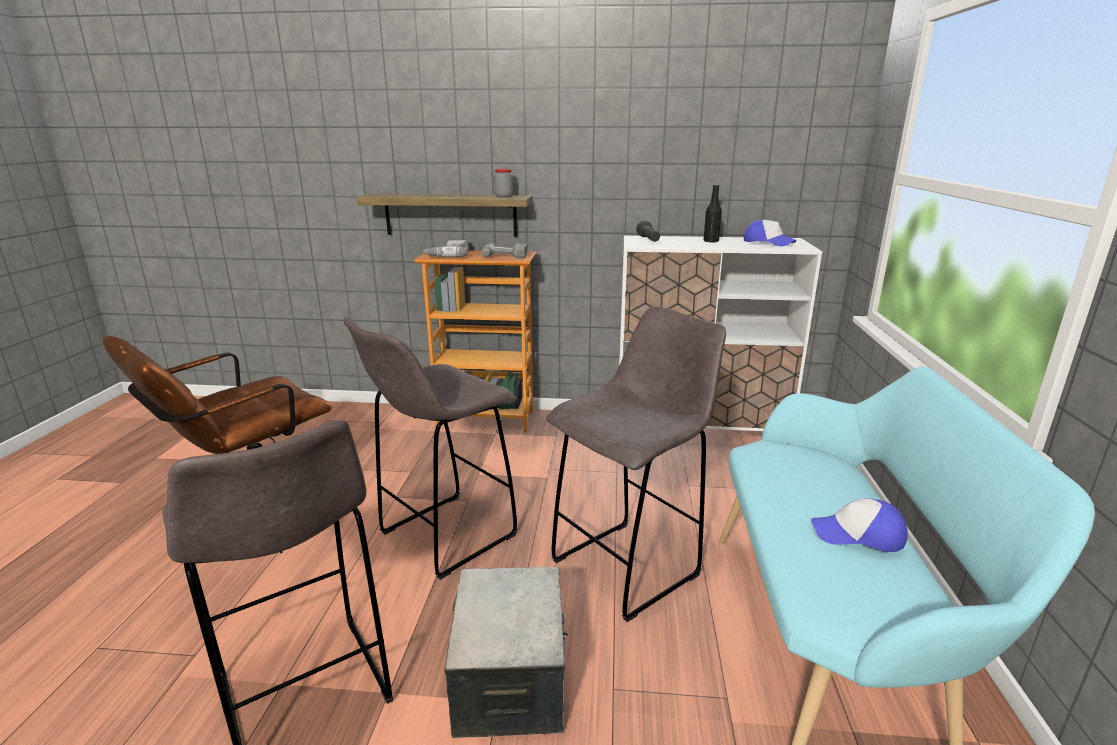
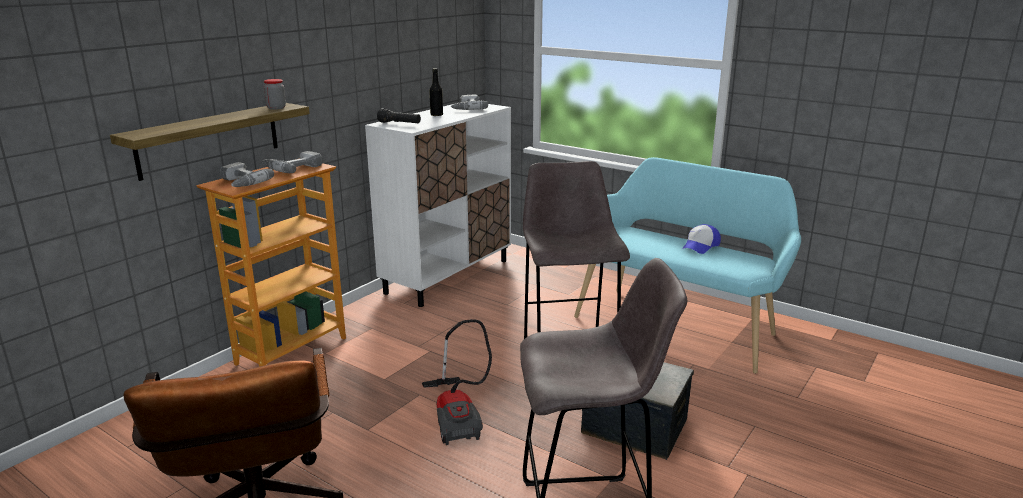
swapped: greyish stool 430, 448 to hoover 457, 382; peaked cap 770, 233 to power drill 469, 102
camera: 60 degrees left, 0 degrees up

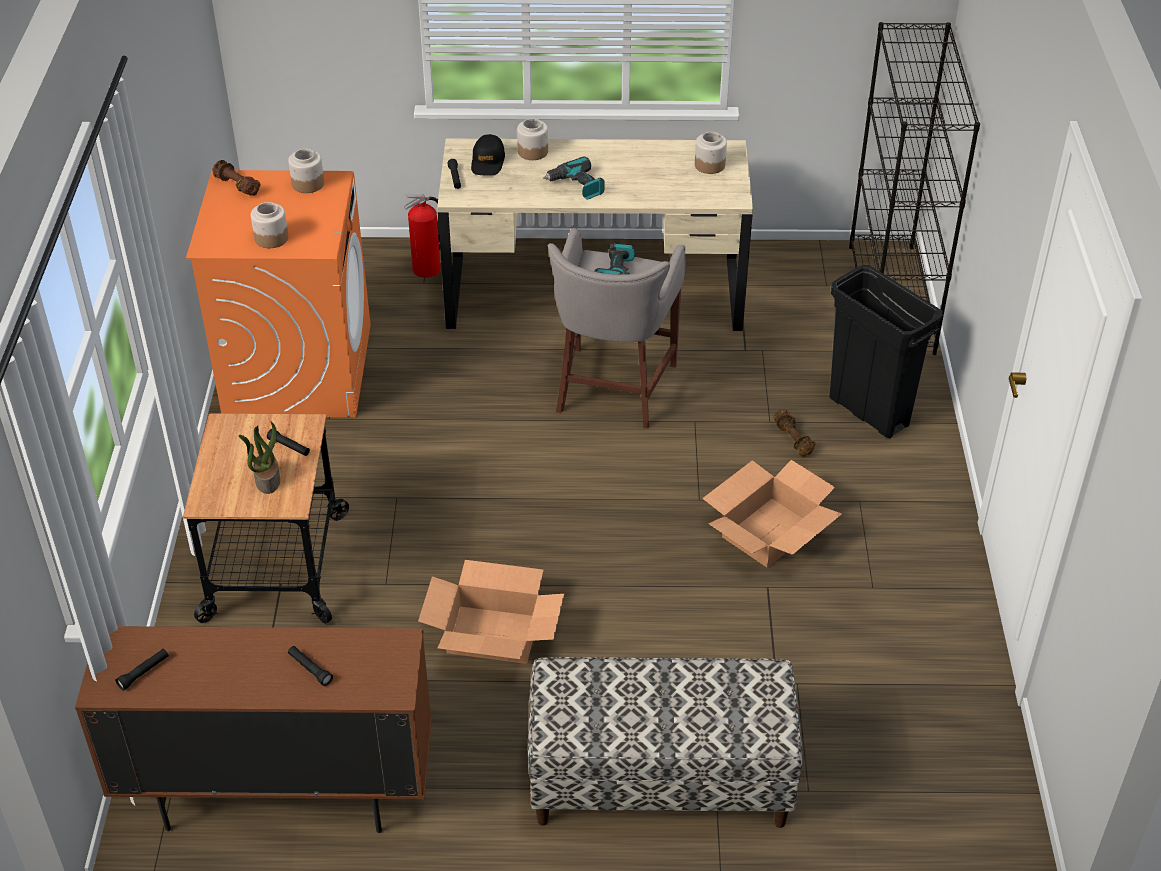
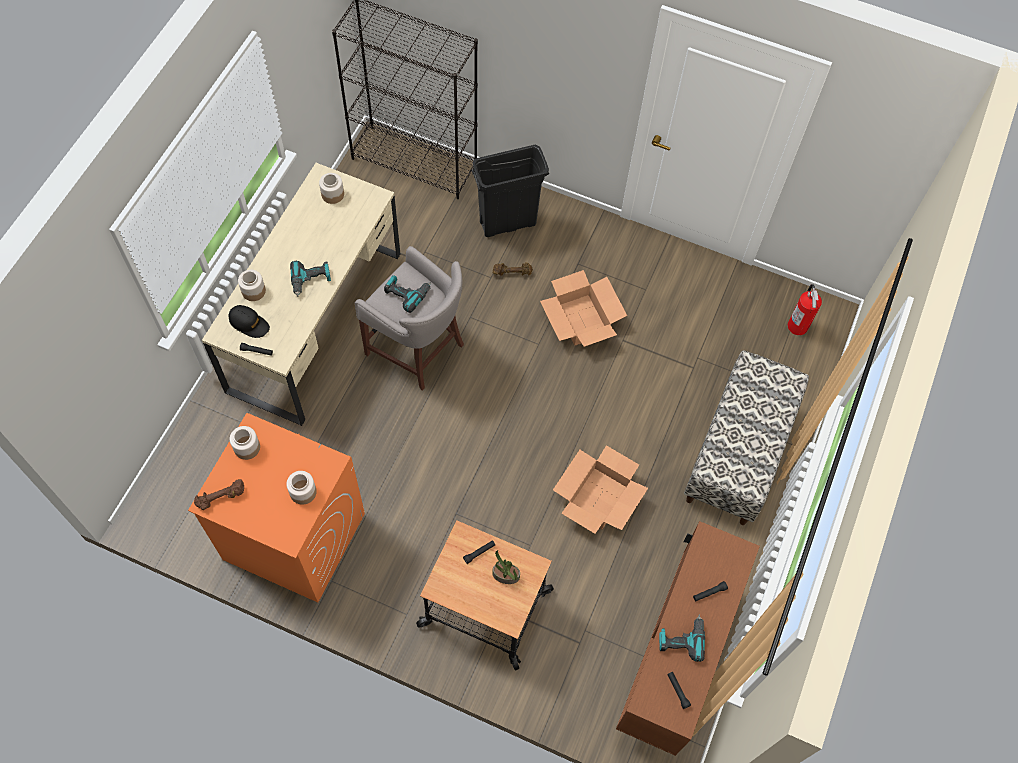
new: power drill 682, 638
shifted: extinguisher 422, 236 to 805, 309
camera: 70 degrees left, 20 degrees up

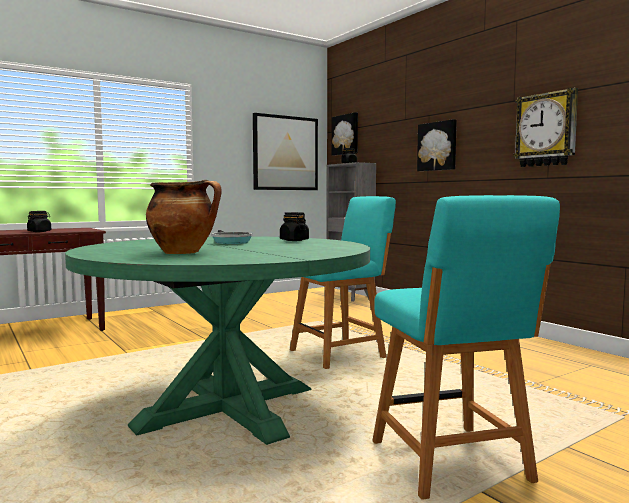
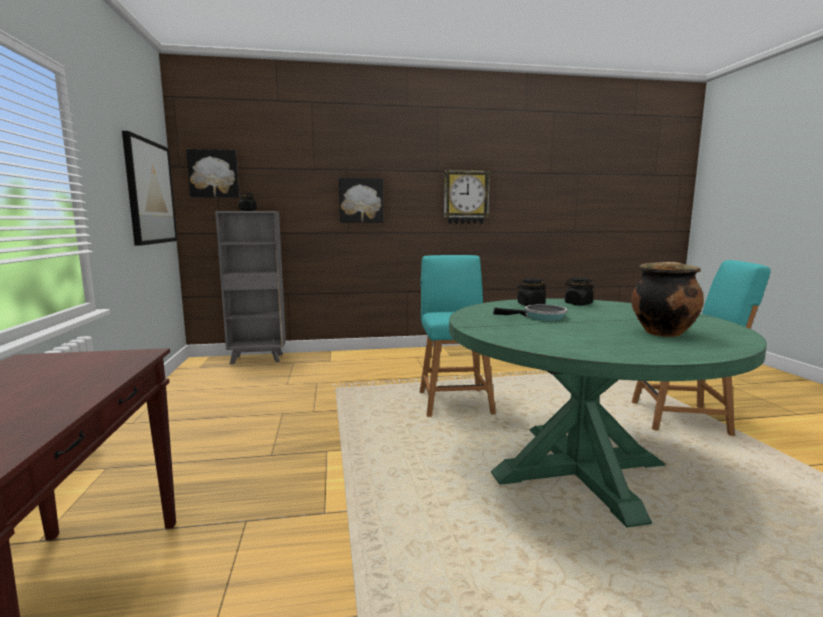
shifted: blackish jar 39, 221 to 579, 291
camera: 65 degrees left, 5 degrees up

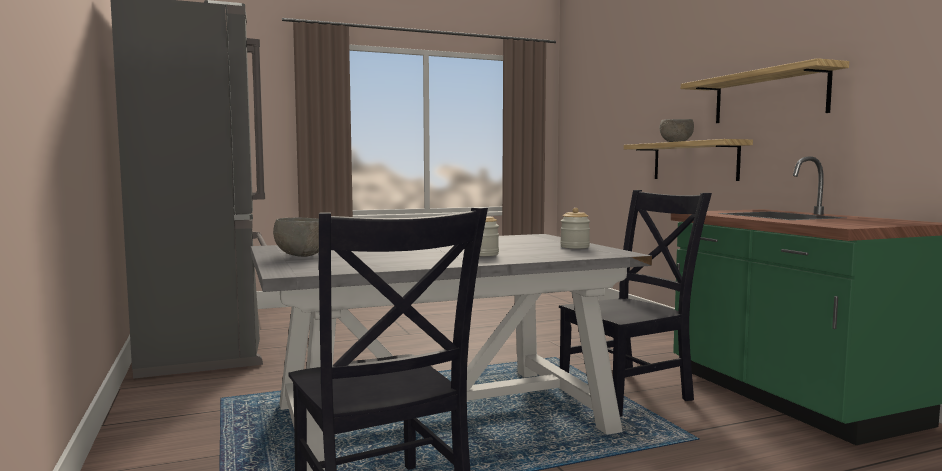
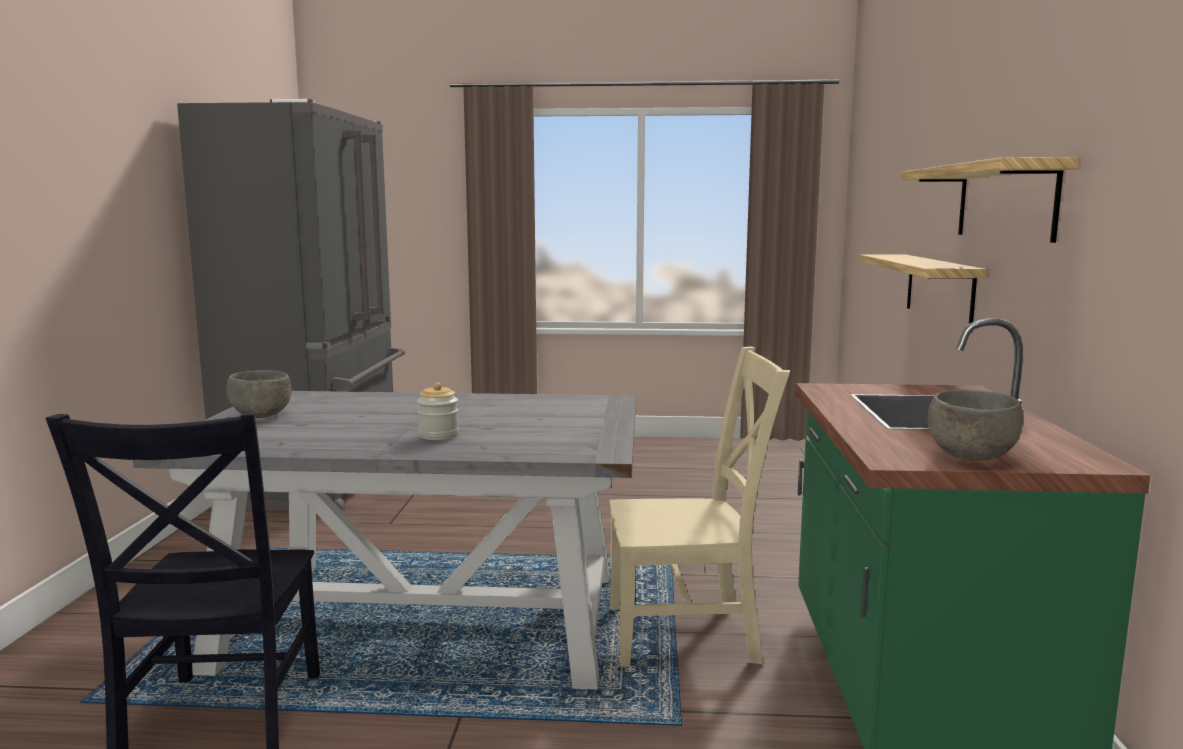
gone: jar 575, 228
shifted: greyish bowl 677, 130 to 975, 425
repainted: blackish upright chair 635, 303 to sand-coloured upright chair 700, 506
camera: 25 degrees right, 5 degrees up

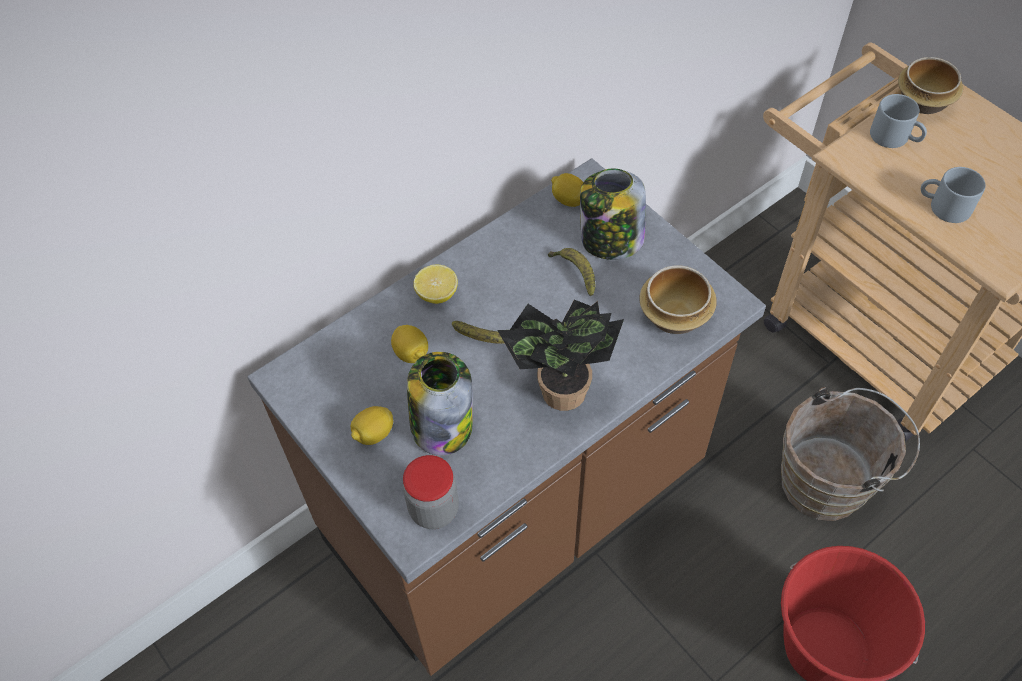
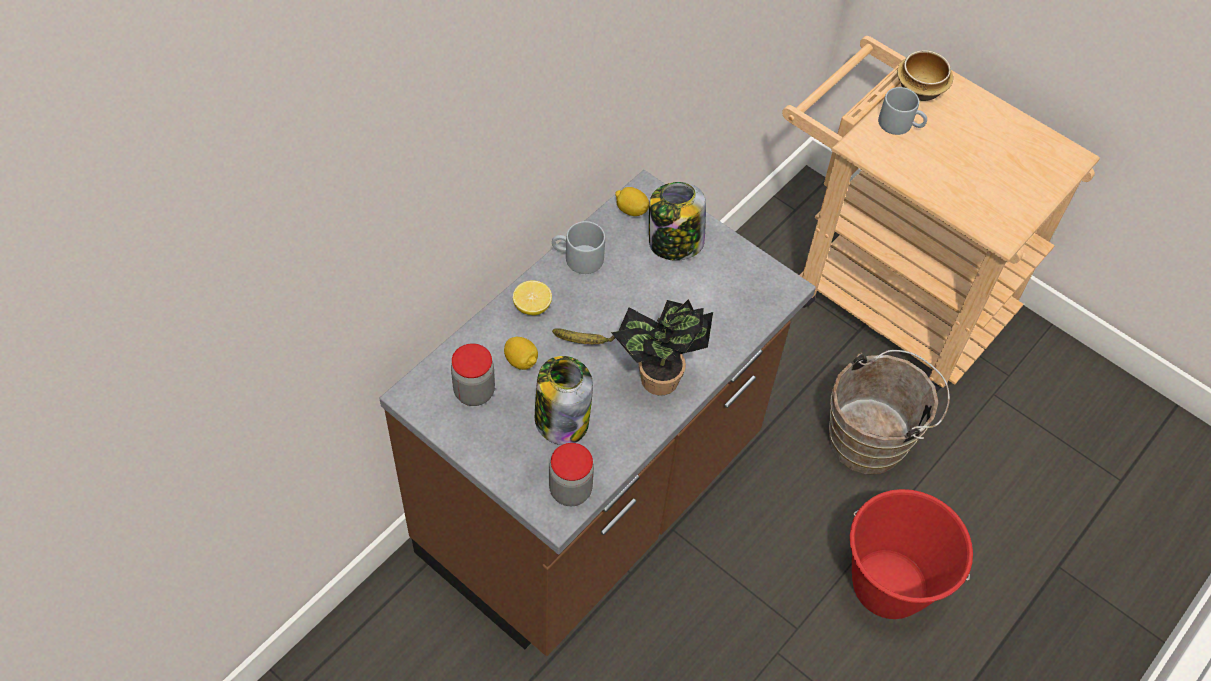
gone: whole lemon 372, 425; whole banana 571, 272; bowl 678, 299
new: jar 473, 374
shifted: greyish tea mug 953, 195 to 578, 247
camera: 15 degrees left, 0 degrees up

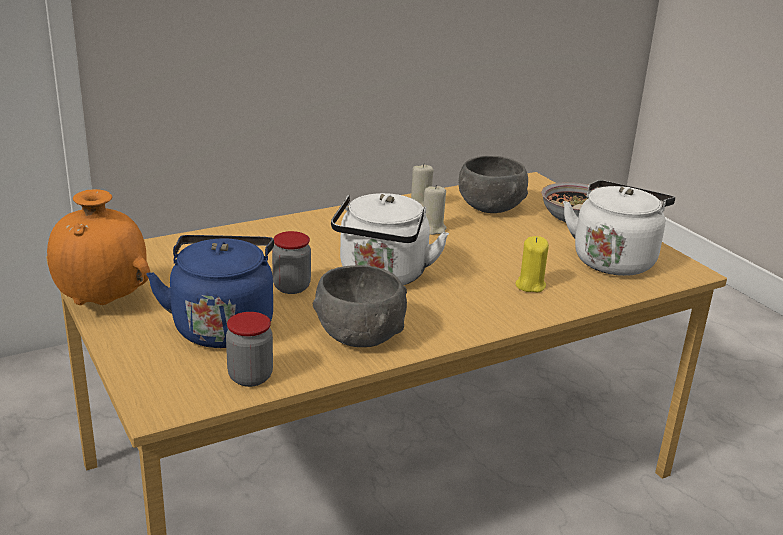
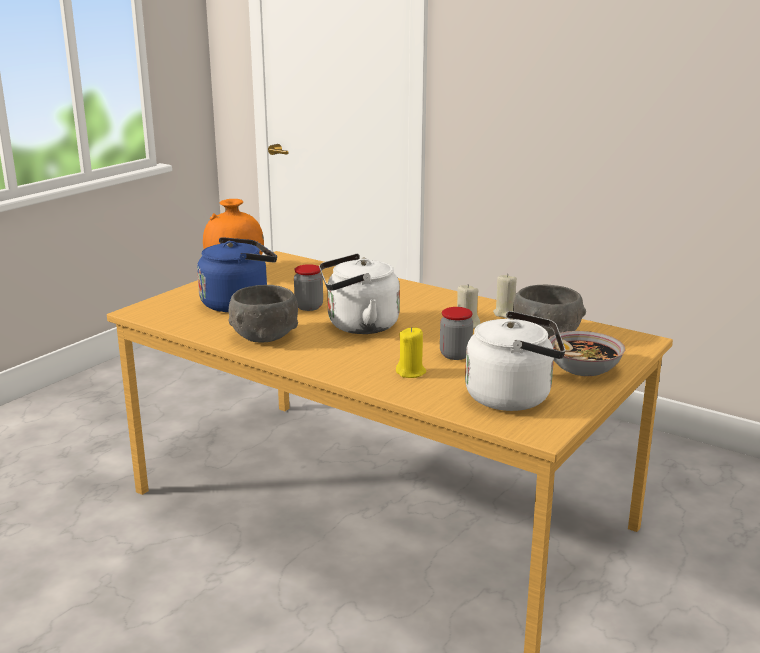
shifted: jar 249, 349 to 456, 333
camera: 65 degrees right, 5 degrees down

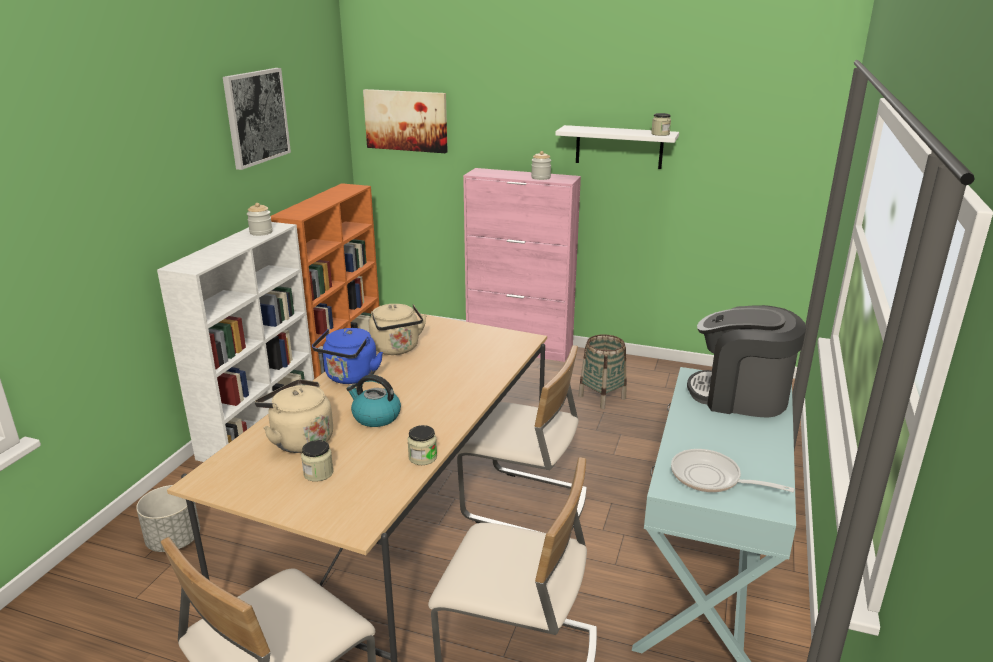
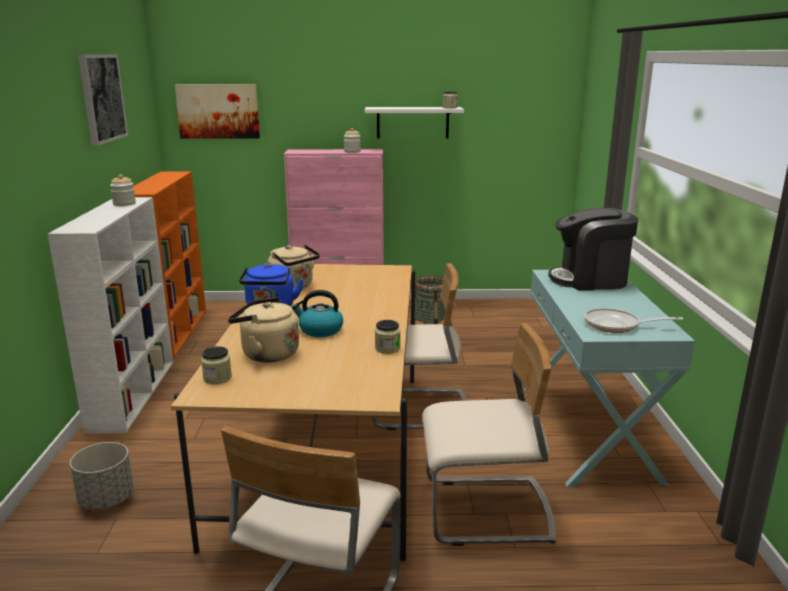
shifted: jar 317, 461 to 216, 365
camera: 20 degrees left, 5 degrees down

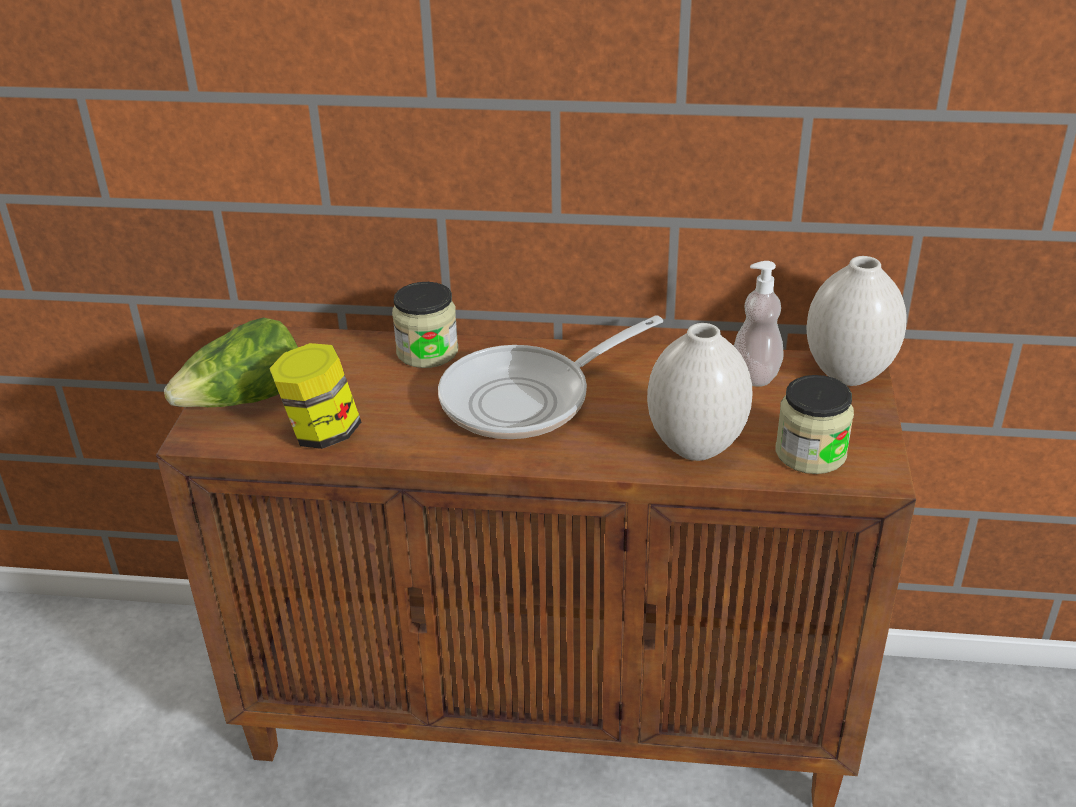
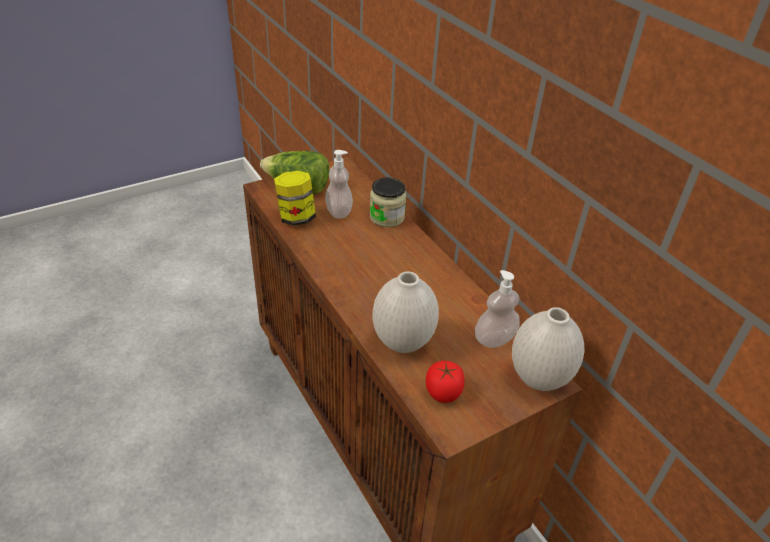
gone: skillet 550, 377
new: soap dispenser 339, 184
swapped: jar 815, 424 to tomato 445, 382
camera: 50 degrees right, 5 degrees up

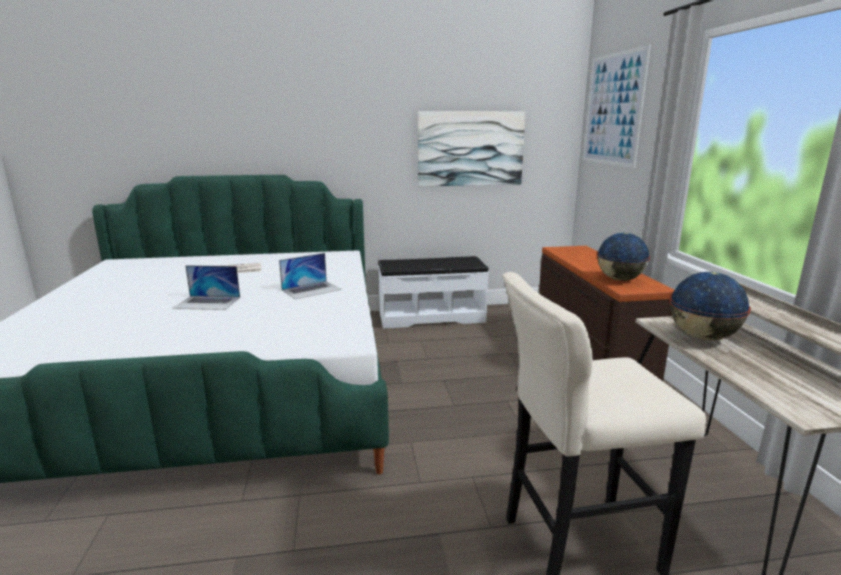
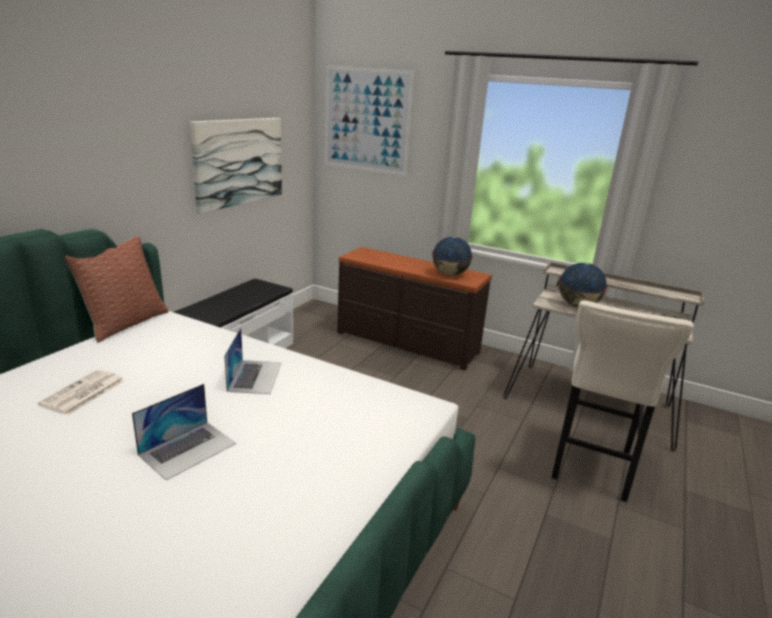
new: cushion 117, 289
camera: 55 degrees left, 5 degrees up

